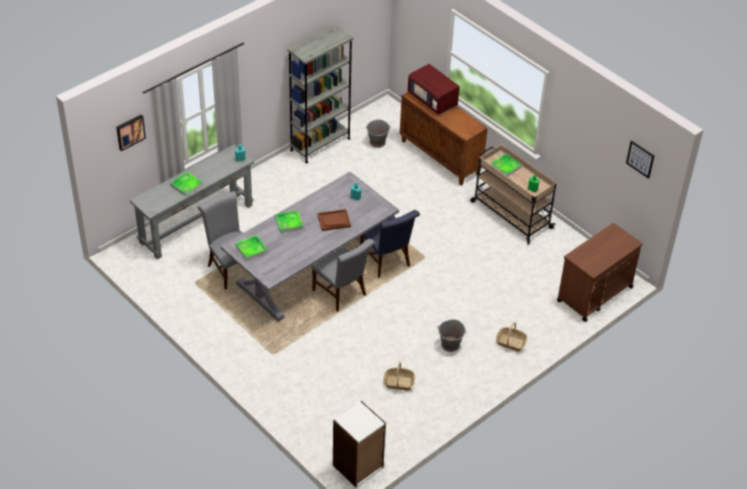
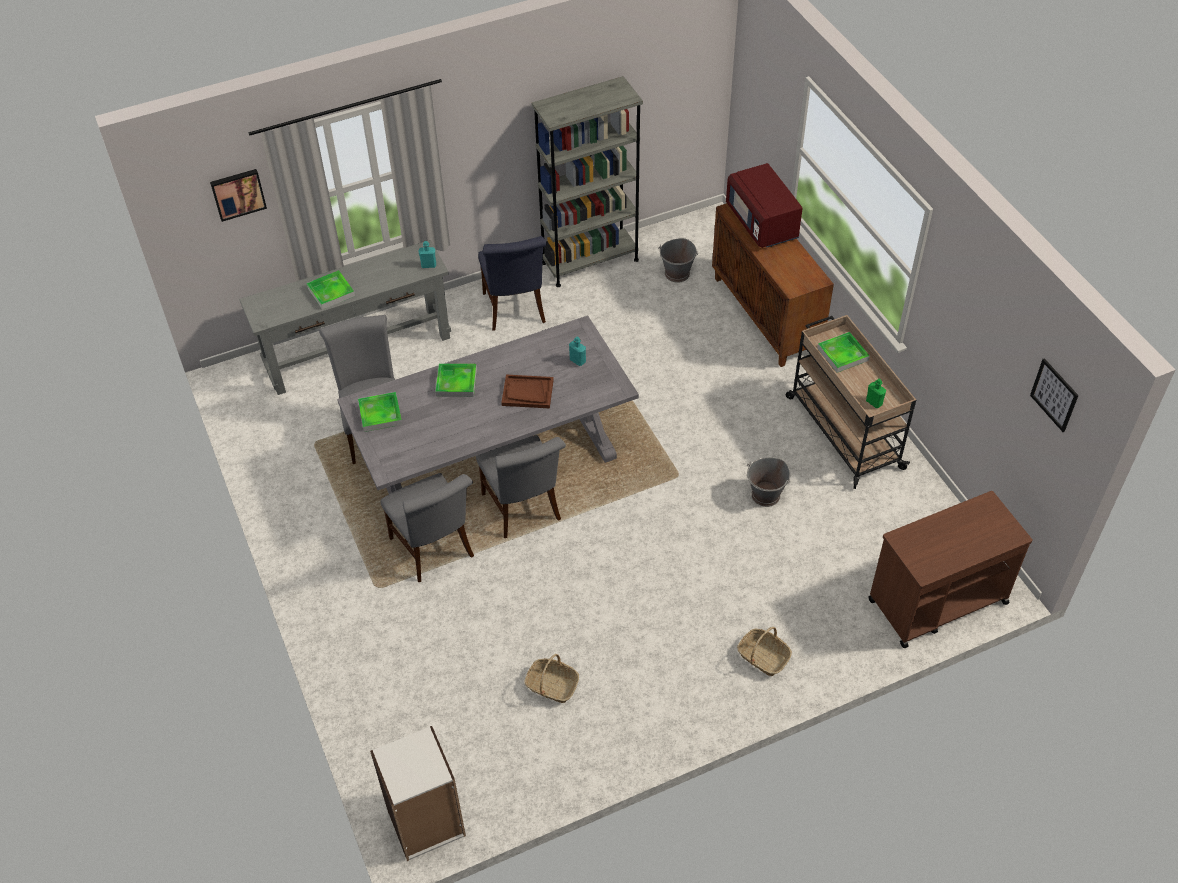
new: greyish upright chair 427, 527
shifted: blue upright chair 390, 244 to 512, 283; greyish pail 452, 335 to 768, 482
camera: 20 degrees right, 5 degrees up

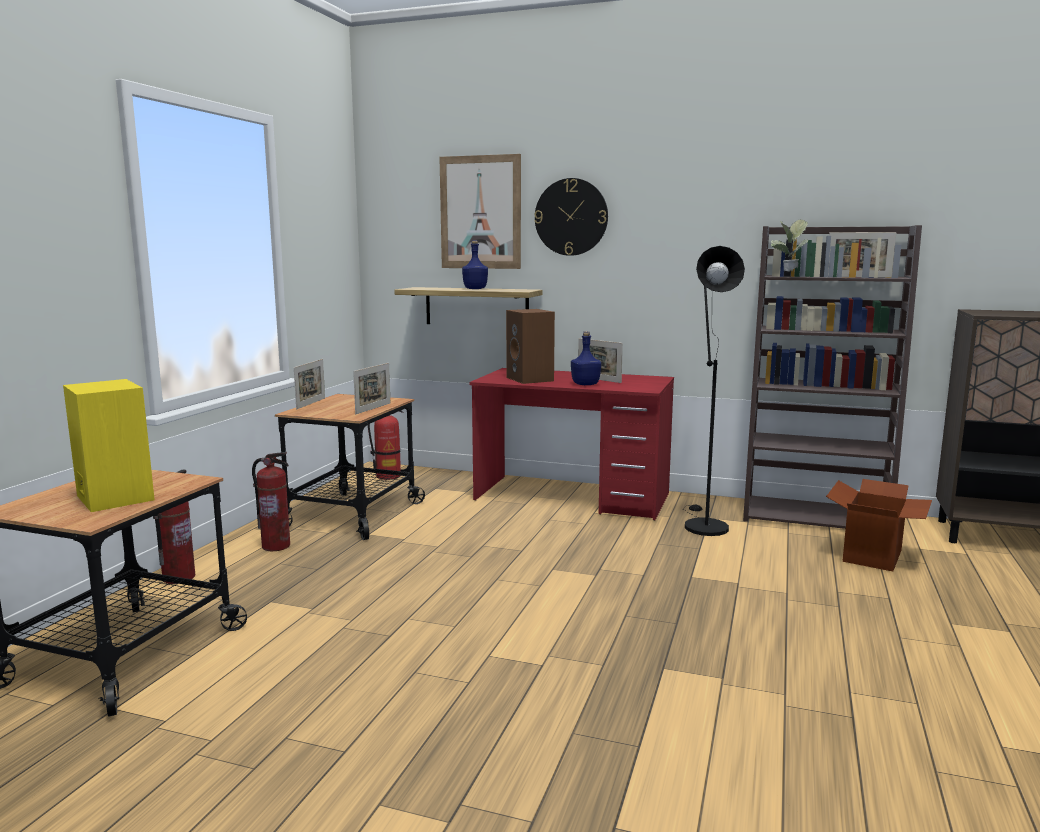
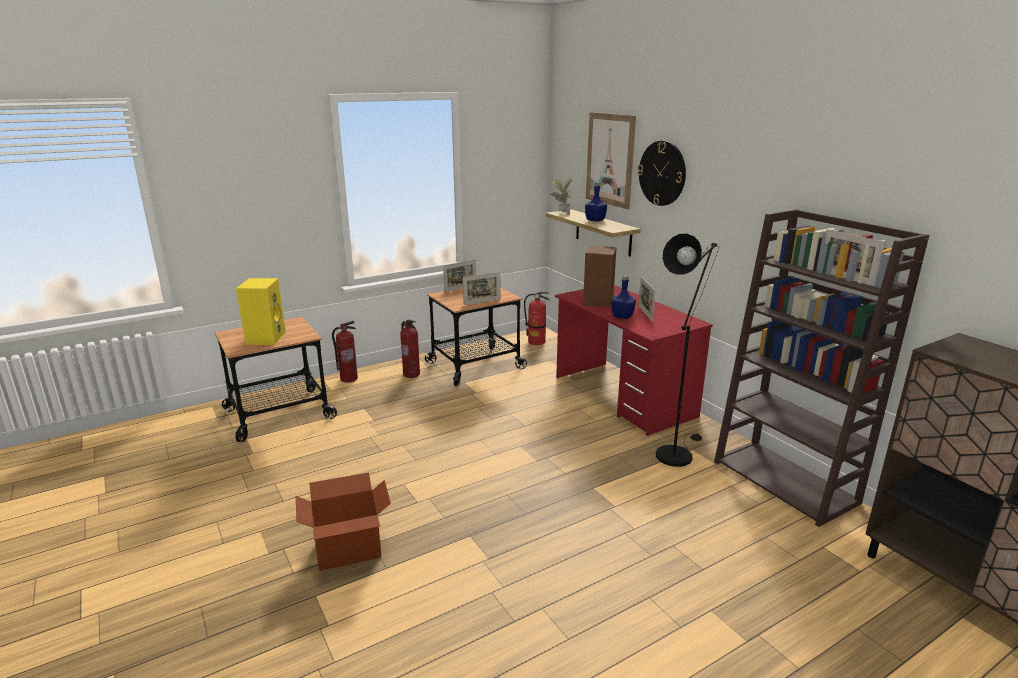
shifted: houseplant 790, 248 to 561, 196; cardboard box 879, 525 to 343, 521
camera: 40 degrees right, 10 degrees up

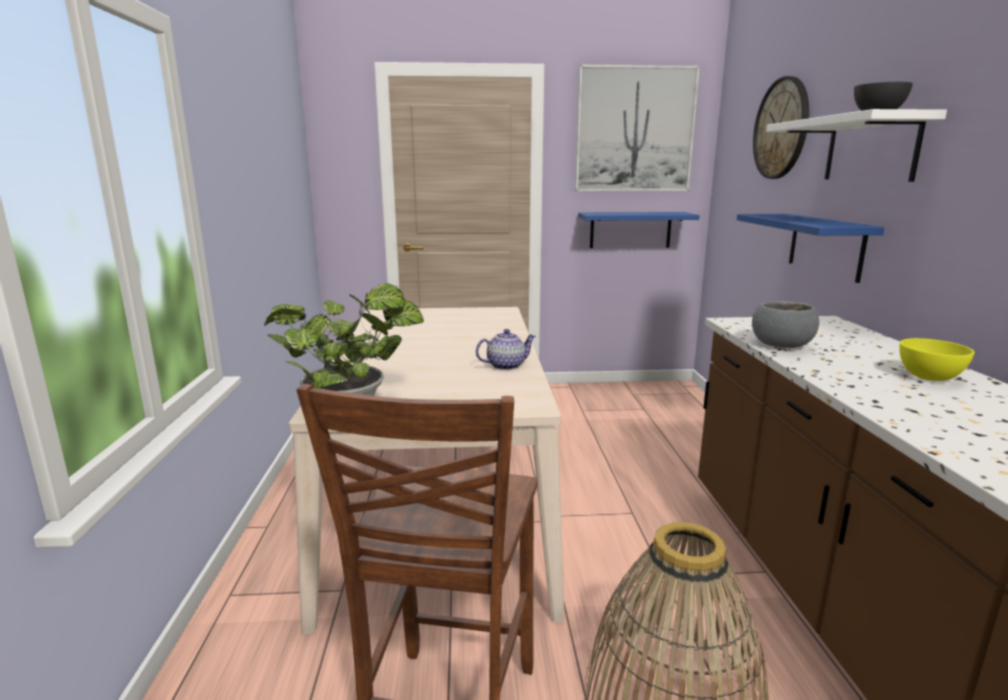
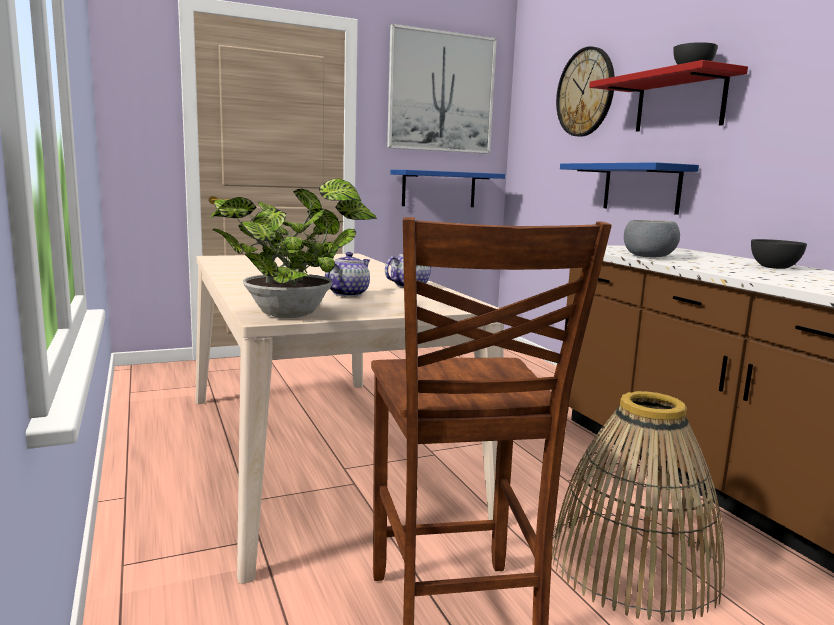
new: pot for tea 347, 274
repainted: white shelf 856, 145 to red-coloured shelf 668, 96; yellow bowl 936, 359 to greyish bowl 779, 254
camera: 20 degrees left, 5 degrees down

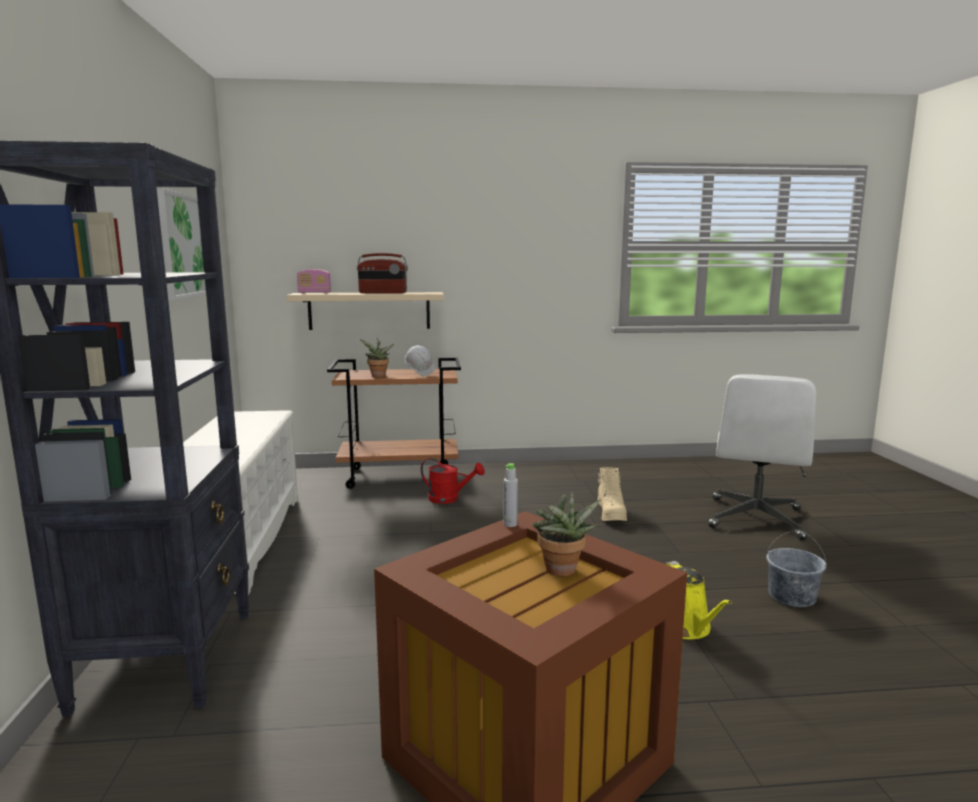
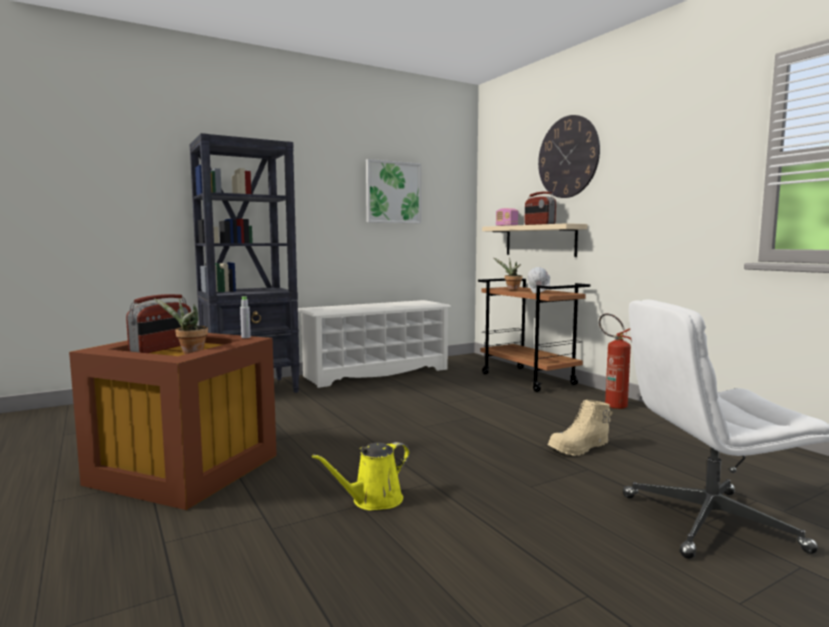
gone: red-coloured watering can 453, 481; greyish pail 796, 569
new: radio 158, 323; clock on the wall 569, 156; extinguisher 615, 361
camera: 65 degrees right, 5 degrees down

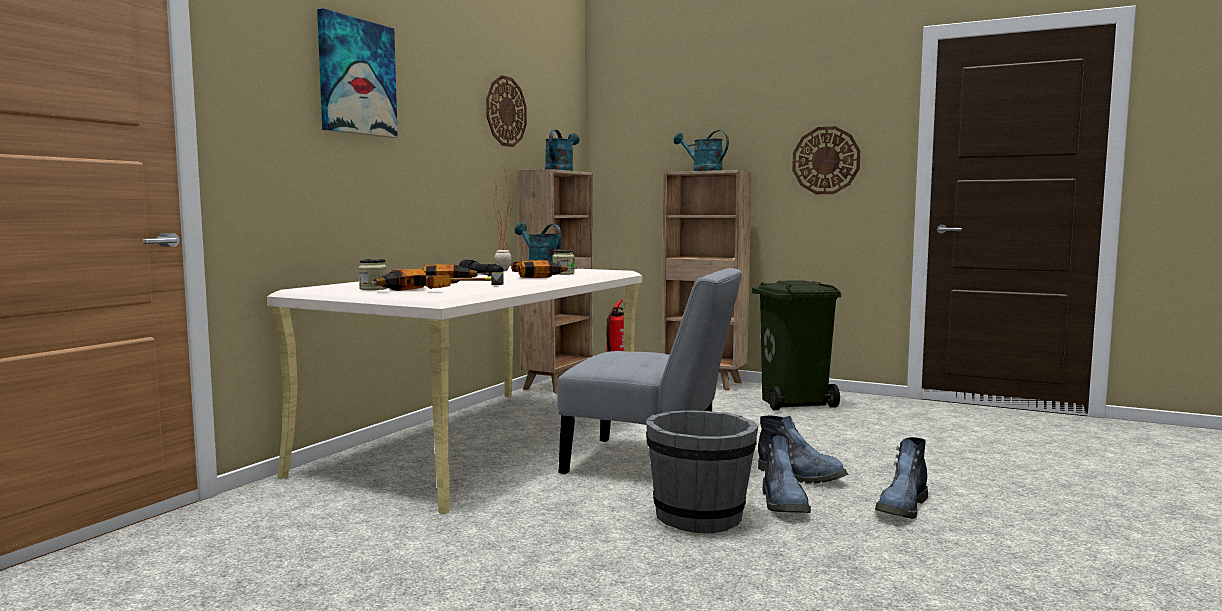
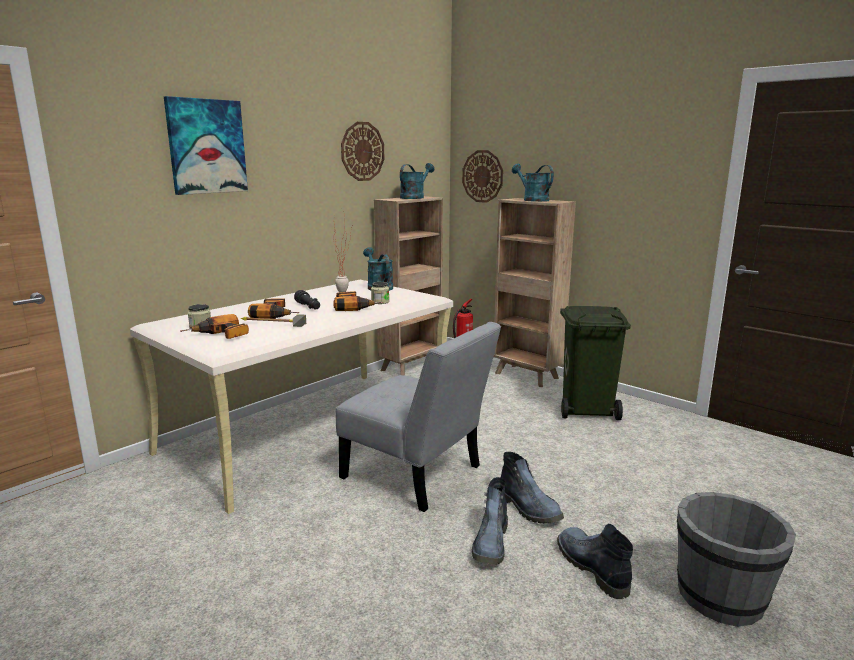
shifted: greyish pail 702, 472 to 736, 559; clock on the wall 826, 160 to 482, 176
rotated: tall boot 901, 478 = 595, 561 105 degrees clockwise
camera: 15 degrees right, 10 degrees up

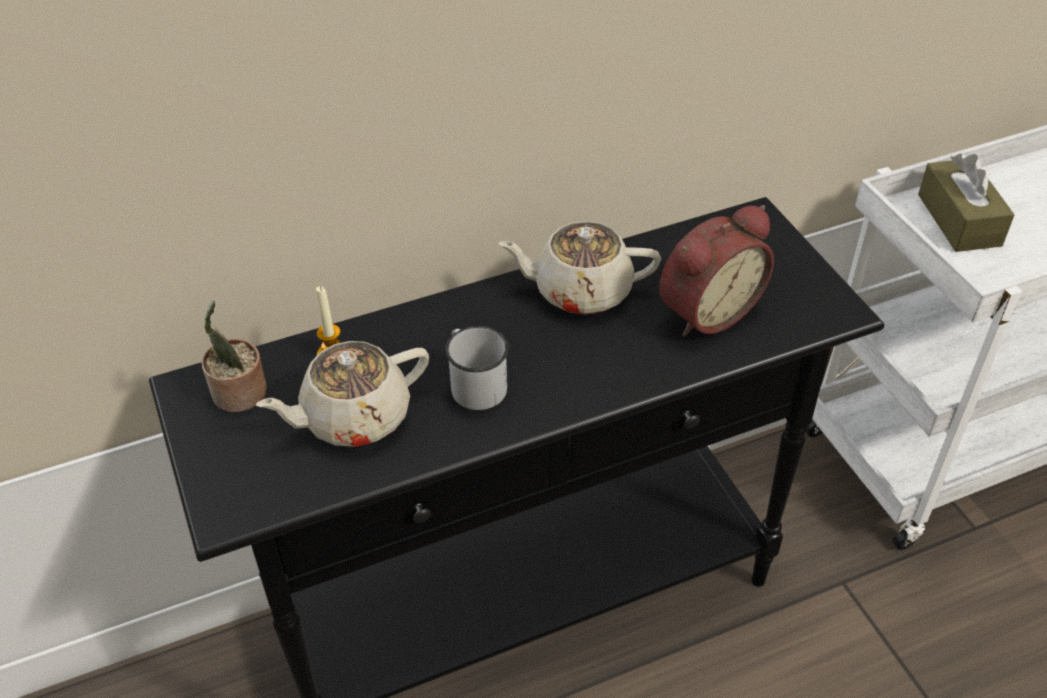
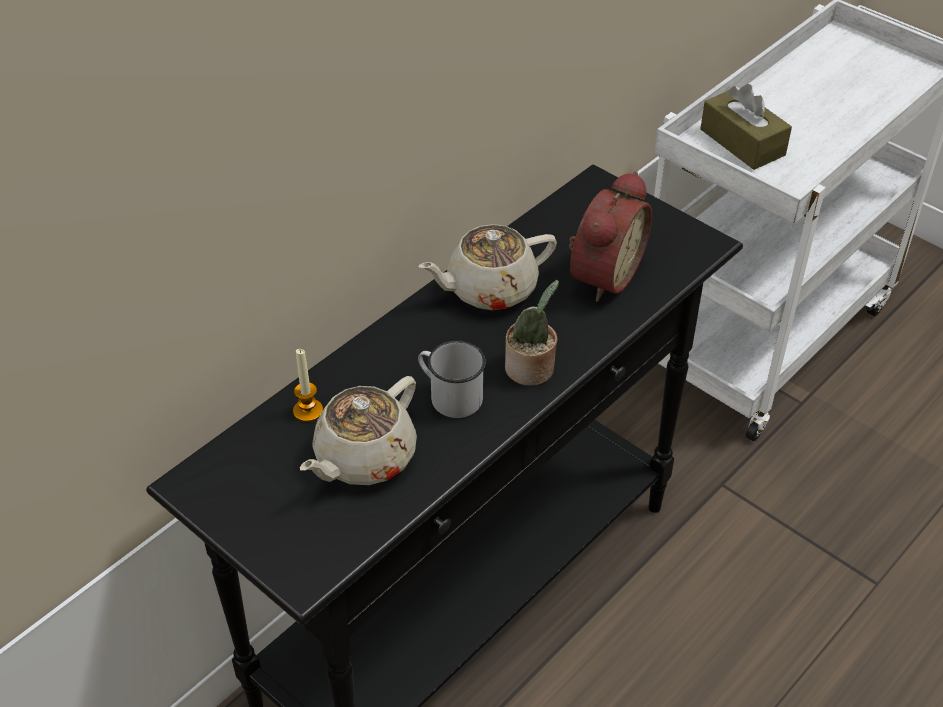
shifted: houseplant 234, 356 to 532, 333
camera: 25 degrees left, 0 degrees up

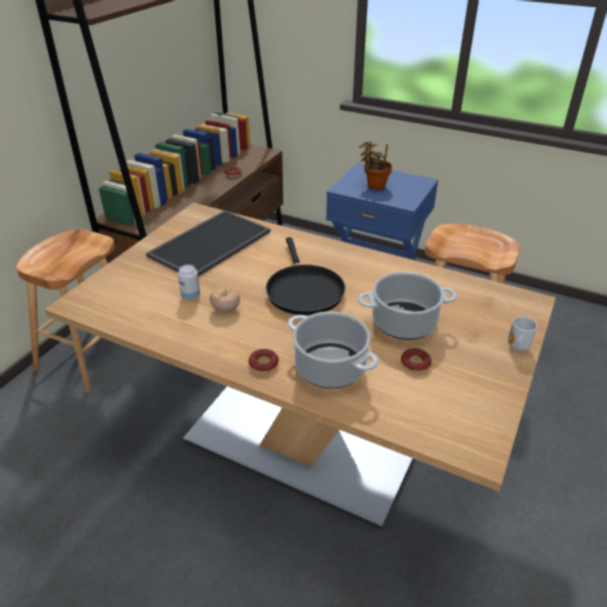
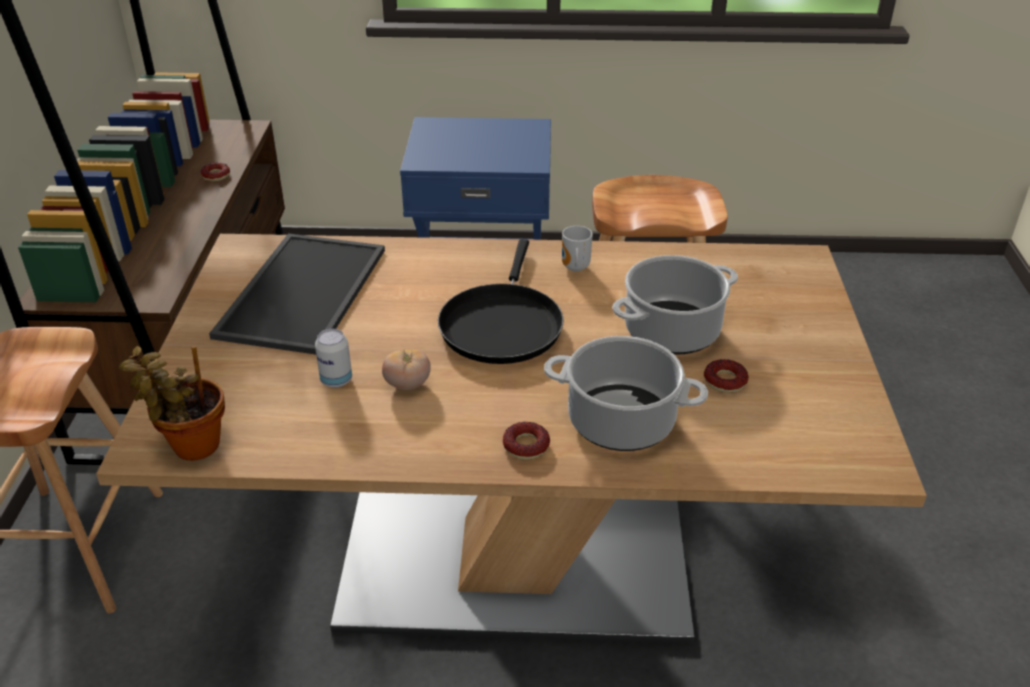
shifted: houseplant 375, 165 to 171, 403; tea mug 522, 333 to 577, 248
rotated: blackish skillet 305, 276 = 501, 301 45 degrees clockwise
camera: 25 degrees left, 0 degrees up

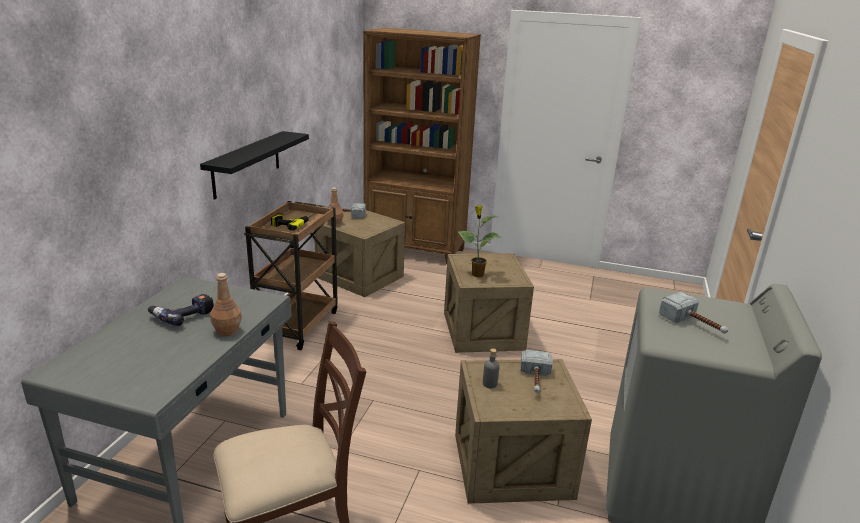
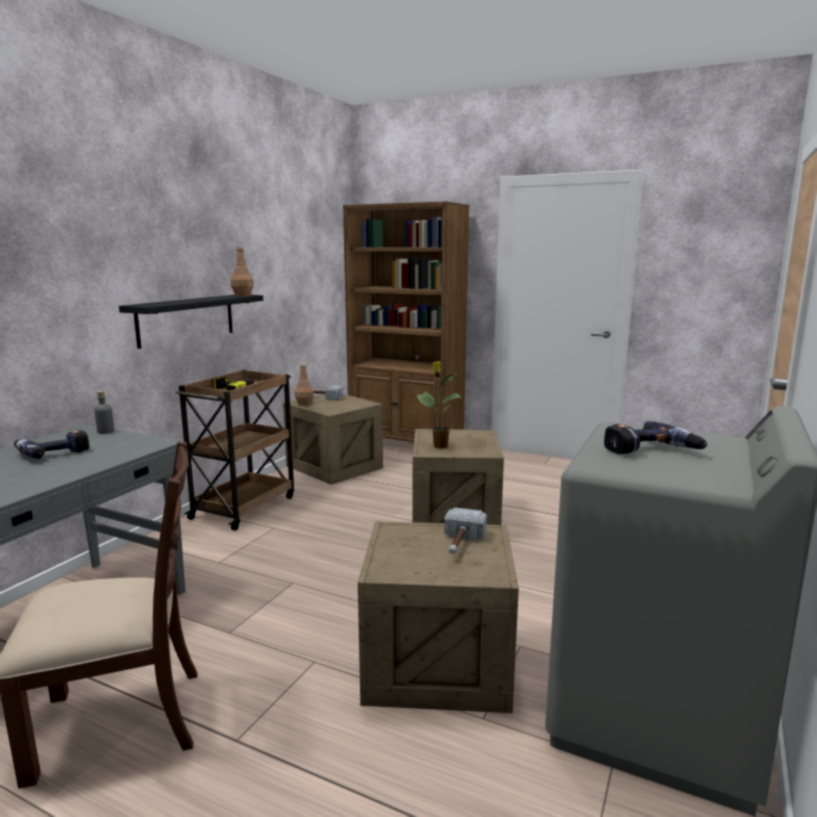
shifted: brown drink bottle 226, 304 to 242, 271; greyish drink bottle 491, 368 to 104, 412
swapped: tool hammer 693, 313 to power drill 655, 437
camera: 10 degrees right, 10 degrees down

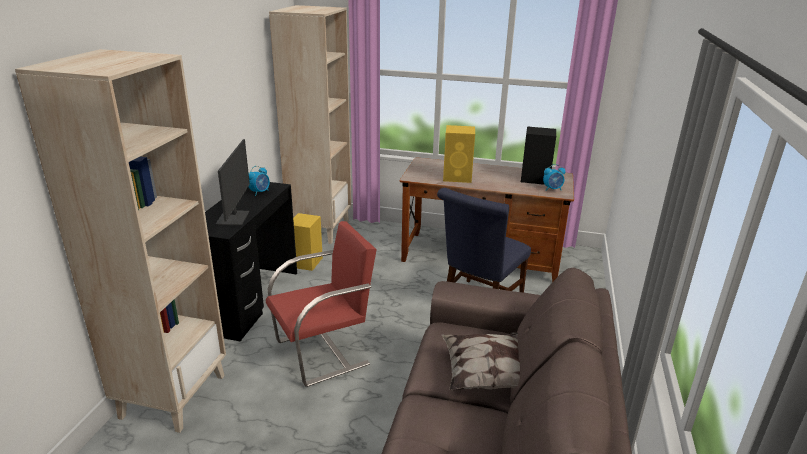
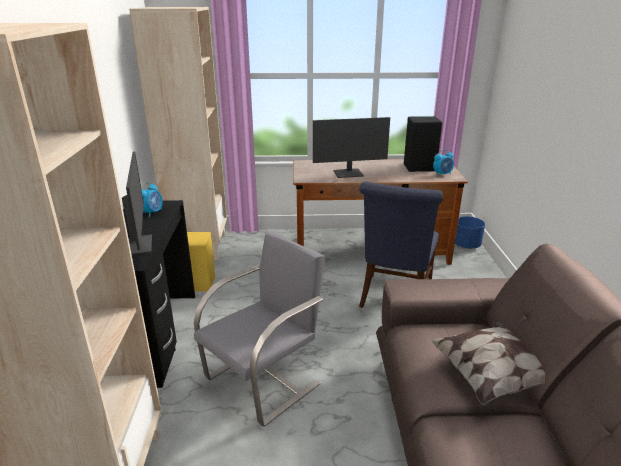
new: blue planter 470, 232
swapped: yellow loudspeaker 459, 154 to monitor 351, 147
repainted: red-coloured upright chair 321, 304 to greyish upright chair 259, 328
camera: 15 degrees left, 0 degrees up

